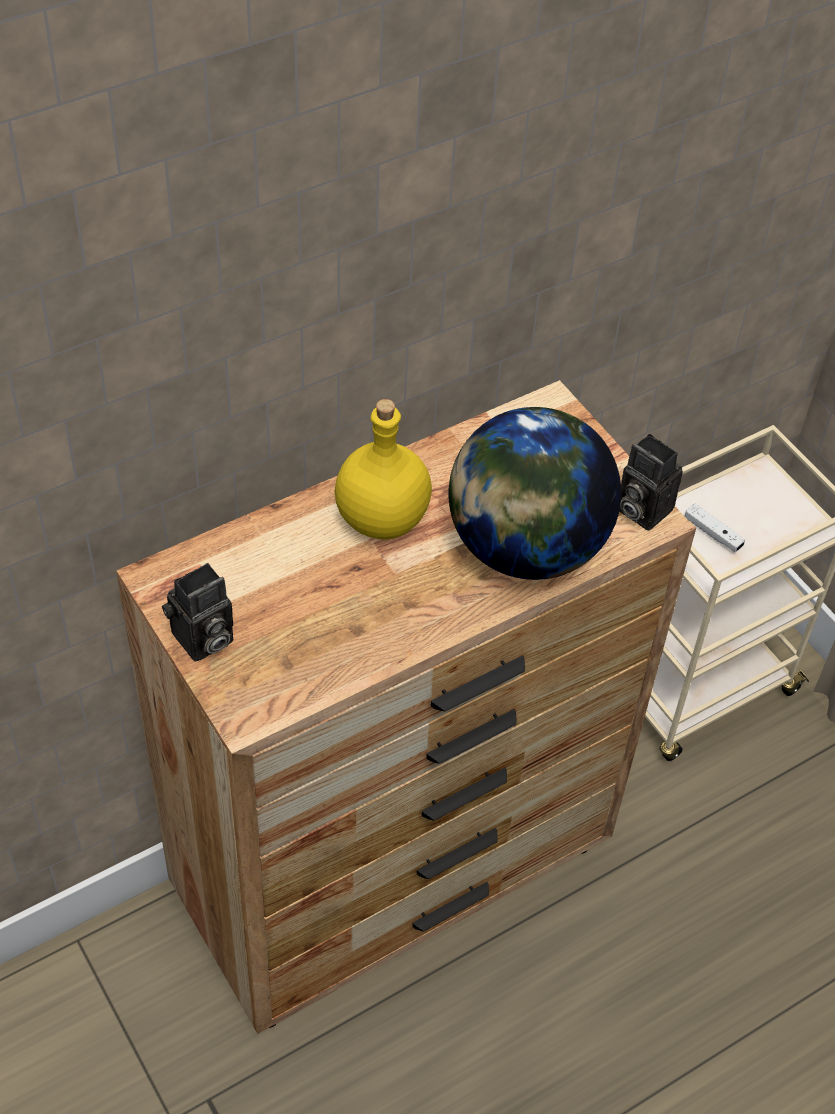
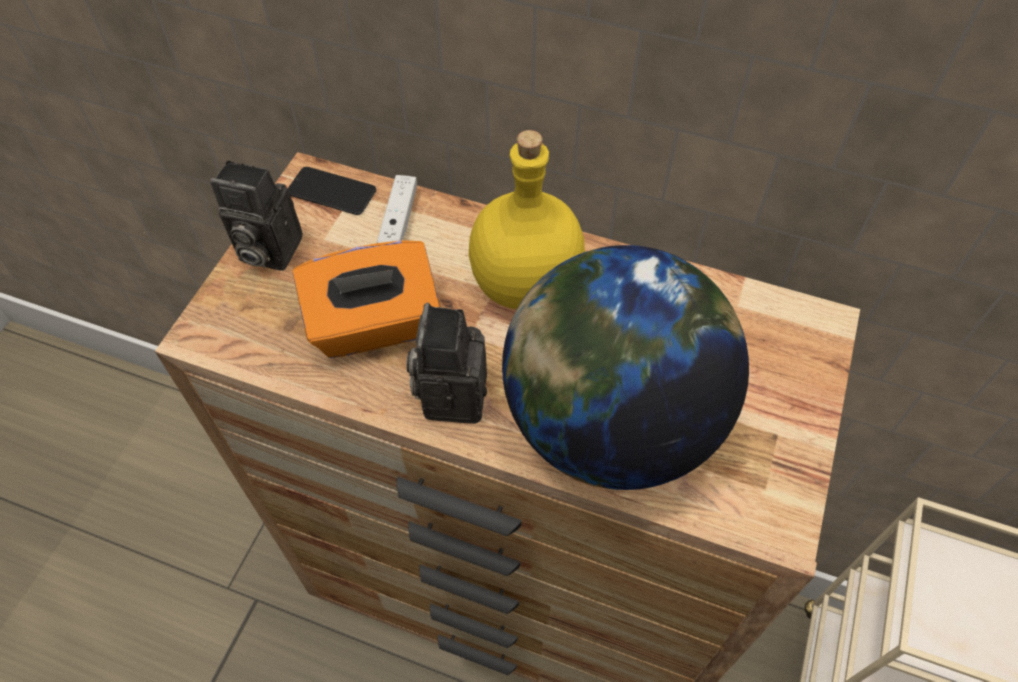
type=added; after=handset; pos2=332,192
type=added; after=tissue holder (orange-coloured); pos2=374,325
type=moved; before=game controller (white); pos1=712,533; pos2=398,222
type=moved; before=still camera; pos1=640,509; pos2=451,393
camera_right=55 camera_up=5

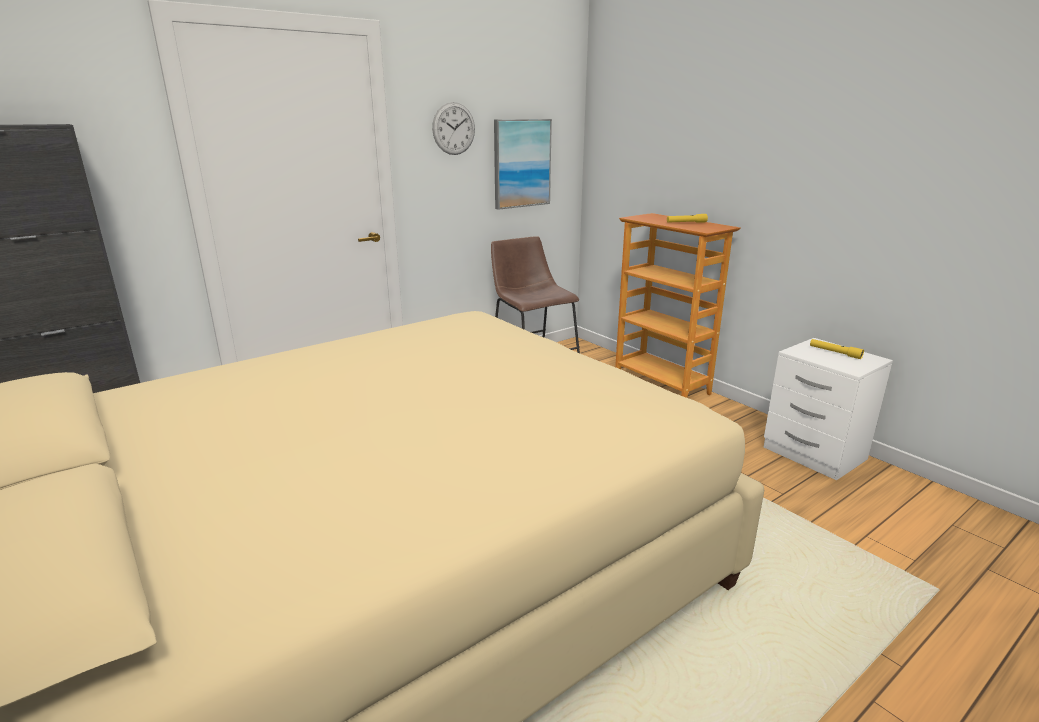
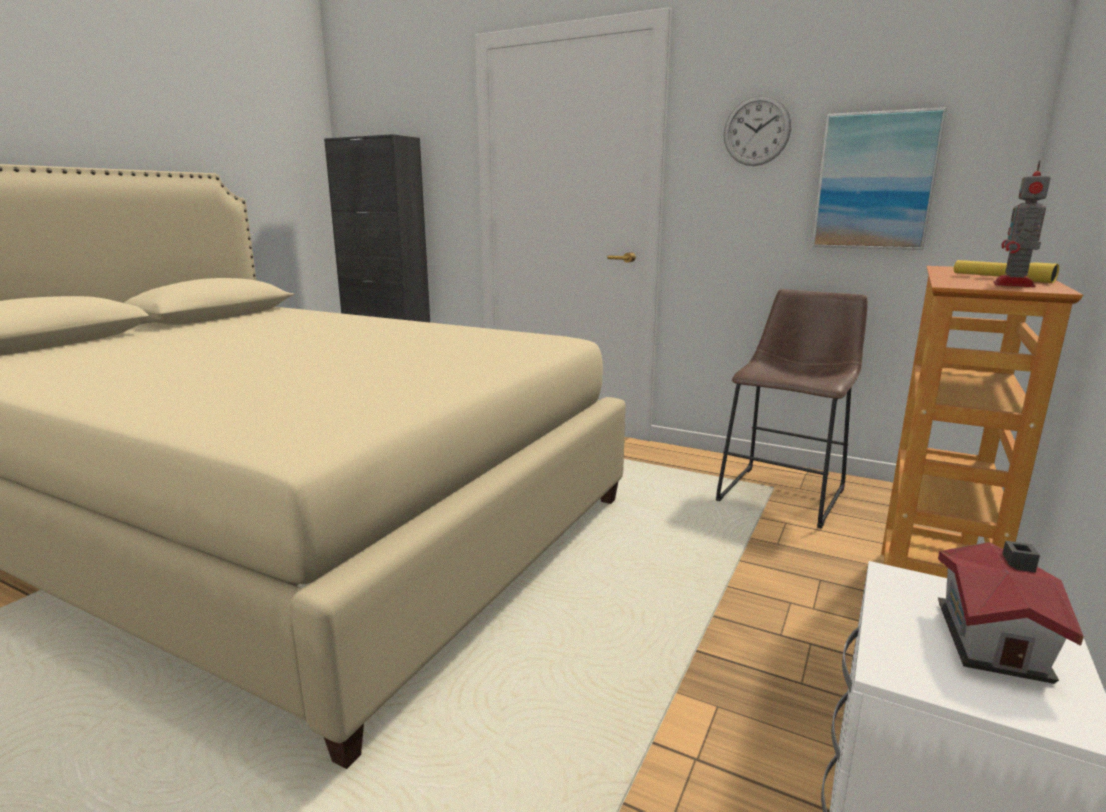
type=replaced; before=hand torch (yellow); after=miniature house; pos1=835,352; pos2=994,639
type=added; after=model robot; pos2=1013,285
camera_right=65 camera_up=-5

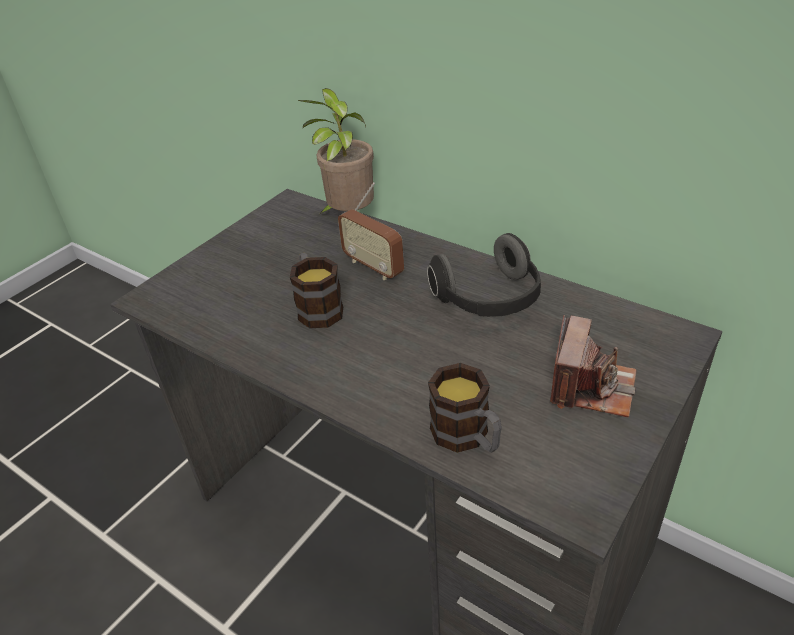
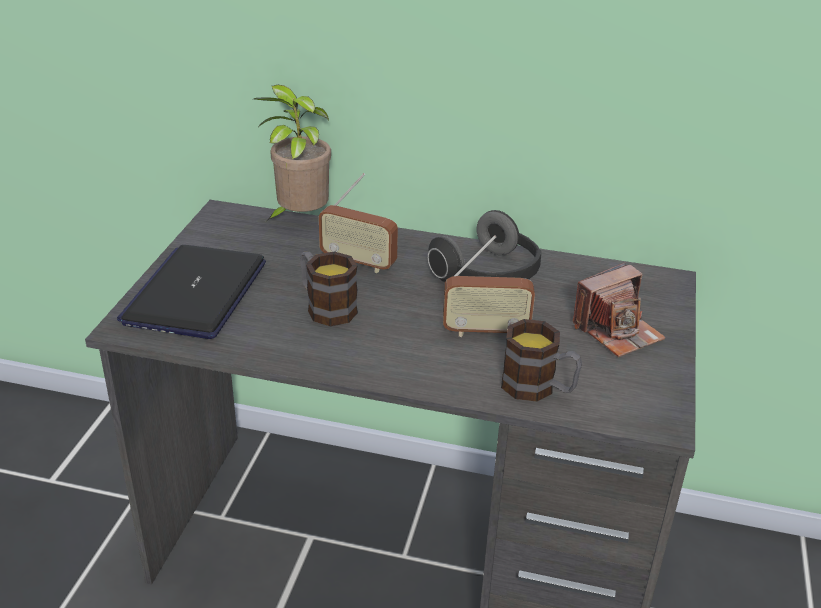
type=added; after=notebook computer; pos2=196,293
type=added; after=radio receiver; pos2=485,331
type=turned; before=still camera; pos1=591,387; pos2=617,331; turn=60
camera_right=-25 camera_up=-5

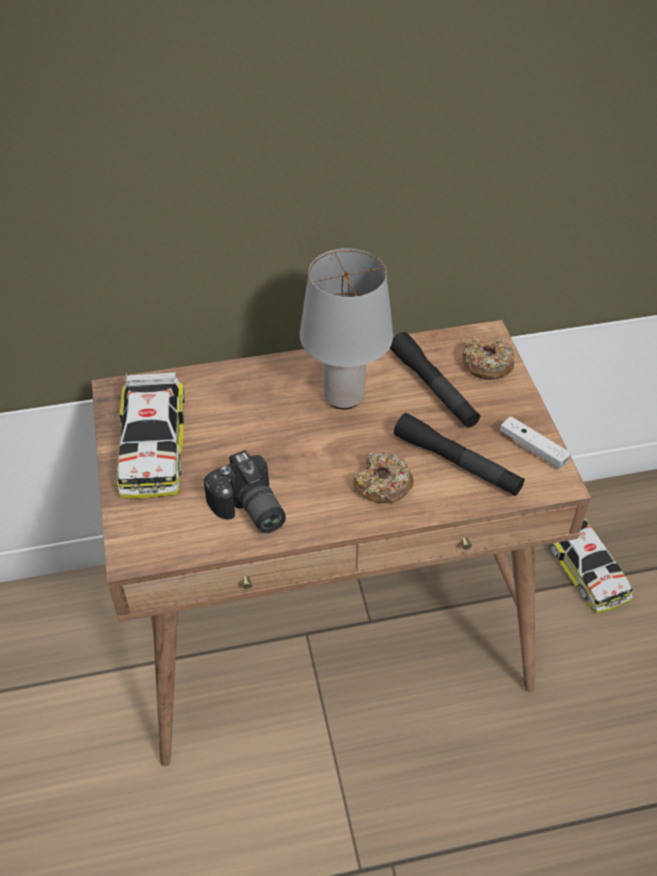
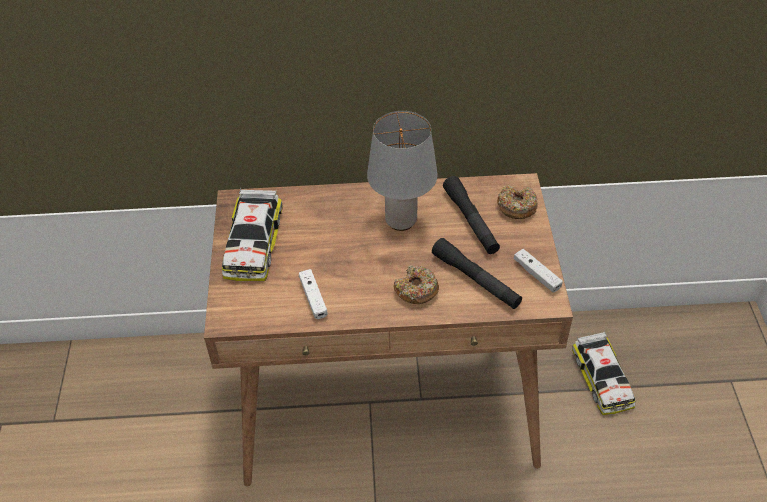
type=replaced; before=still camera; after=game controller (white); pos1=248,510; pos2=313,298
camera_right=10 camera_up=0

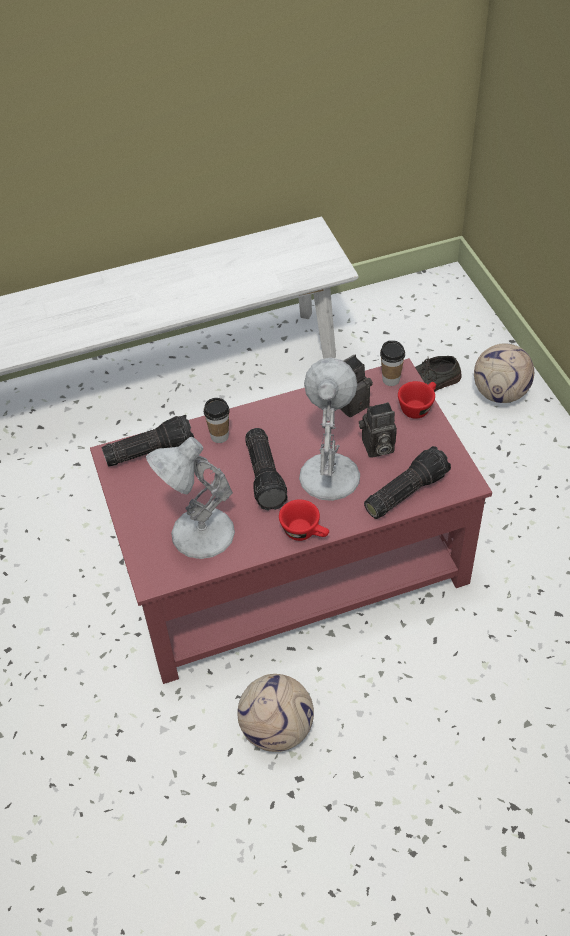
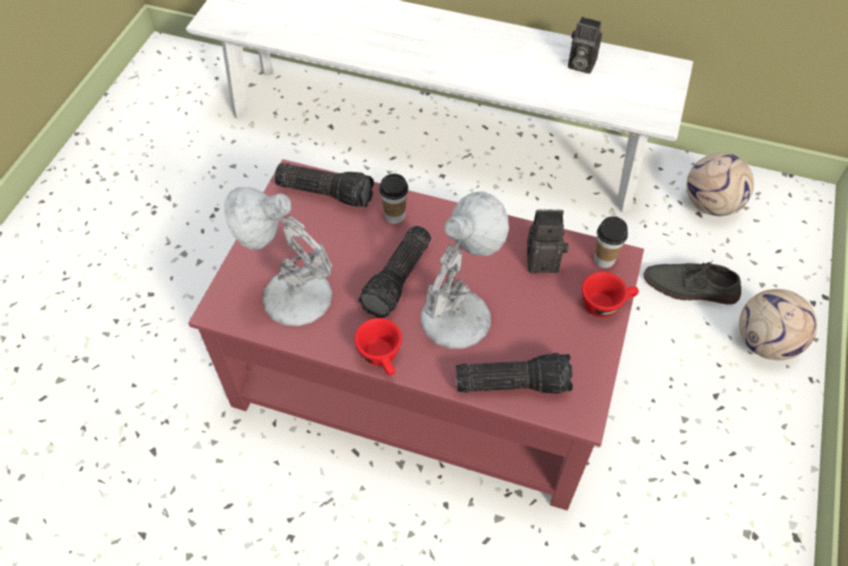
type=moved; before=still camera; pos1=377,448; pos2=579,64
type=moved; before=football ball; pos1=278,729; pos2=711,205
camera_right=35 camera_up=5

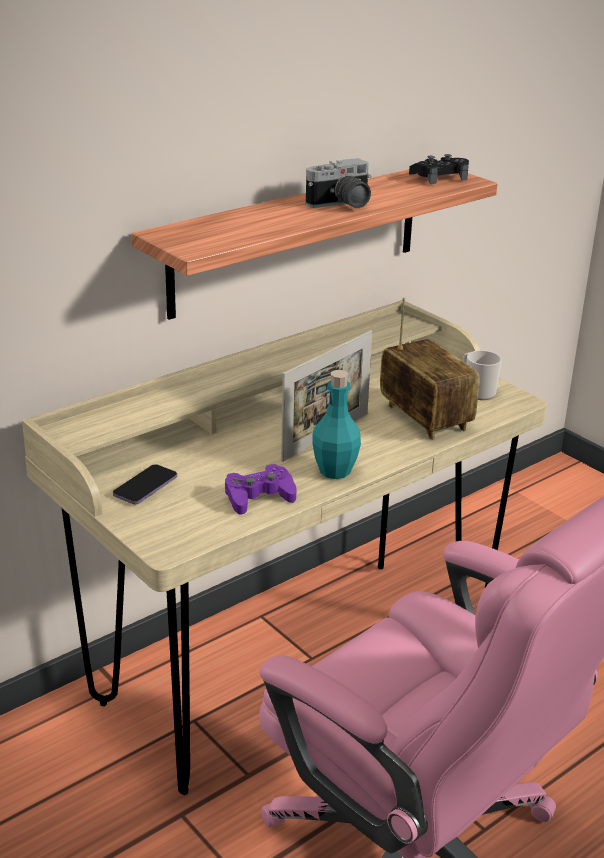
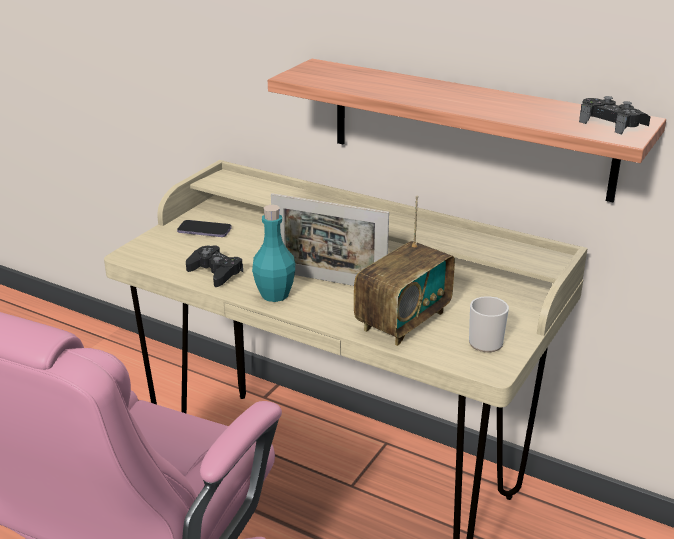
type=recoloured; before=game controller (purplish); after=game controller (black-coloured); pos1=259,496; pos2=215,272
type=removed; before=still camera; pos1=342,205
camera_right=70 camera_up=0

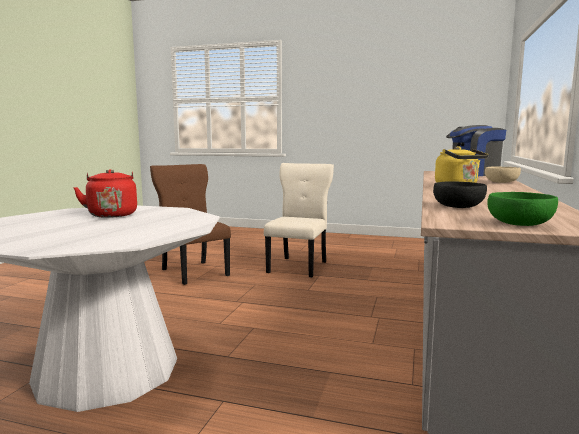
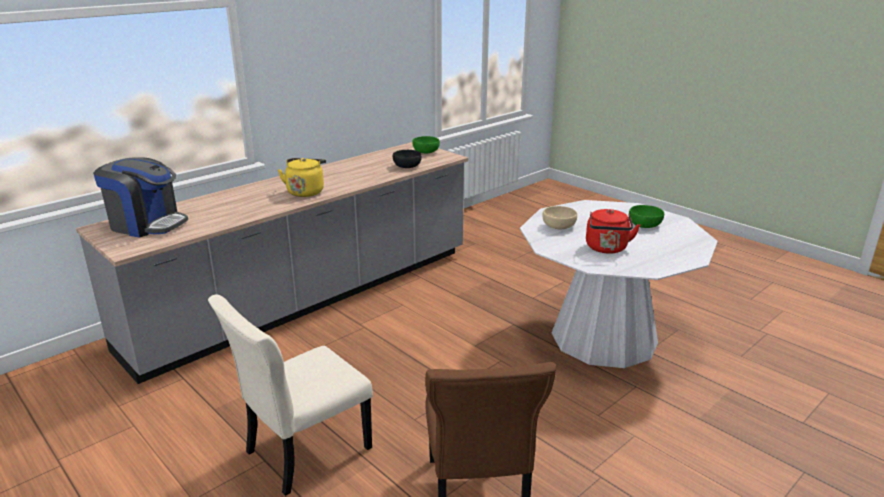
type=moved; before=bowl (beige); pos1=502,182; pos2=558,226
type=added; after=bowl (green-coloured); pos2=645,225
camera_right=-150 camera_up=15

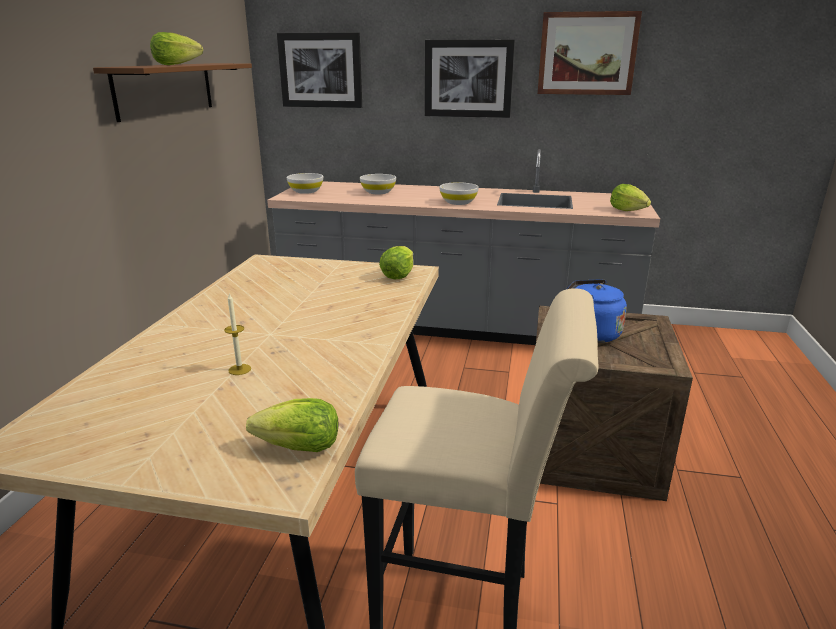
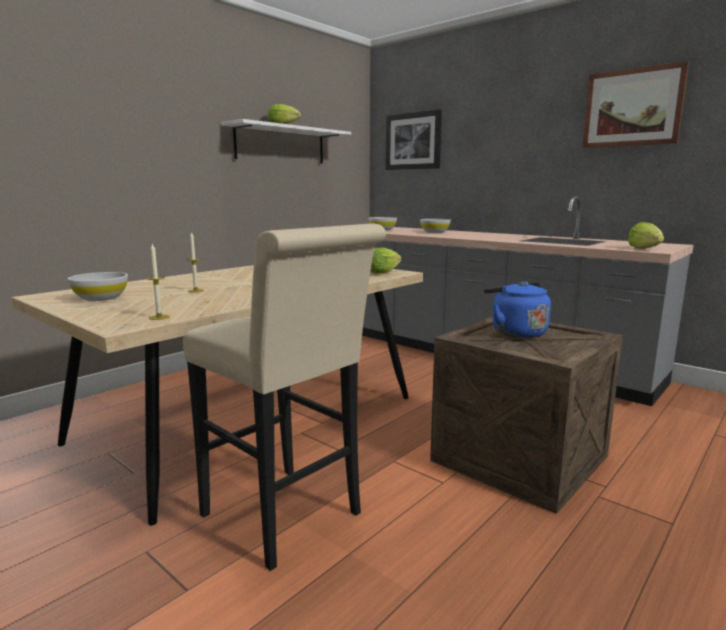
type=moved; before=bowl (white); pos1=458,202; pos2=101,298
type=replaced; before=lettuce; after=wax candle; pos1=300,448; pos2=159,317
type=recoloured; before=shelf (brown); after=shelf (white); pos1=165,89; pos2=281,145
type=removed; before=wall picture; pos1=468,79
camera_right=30 camera_up=-10

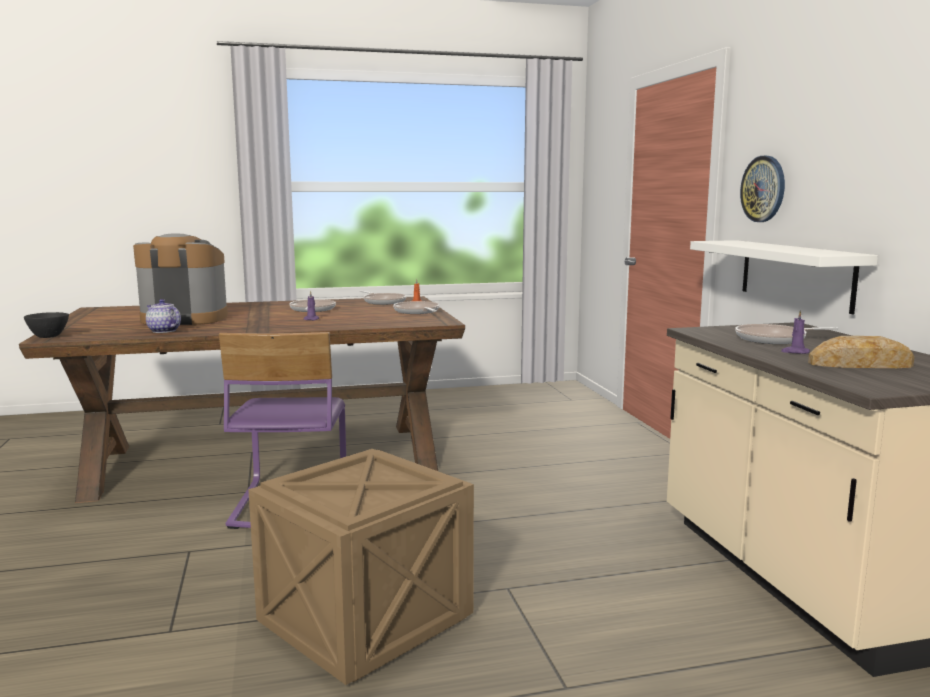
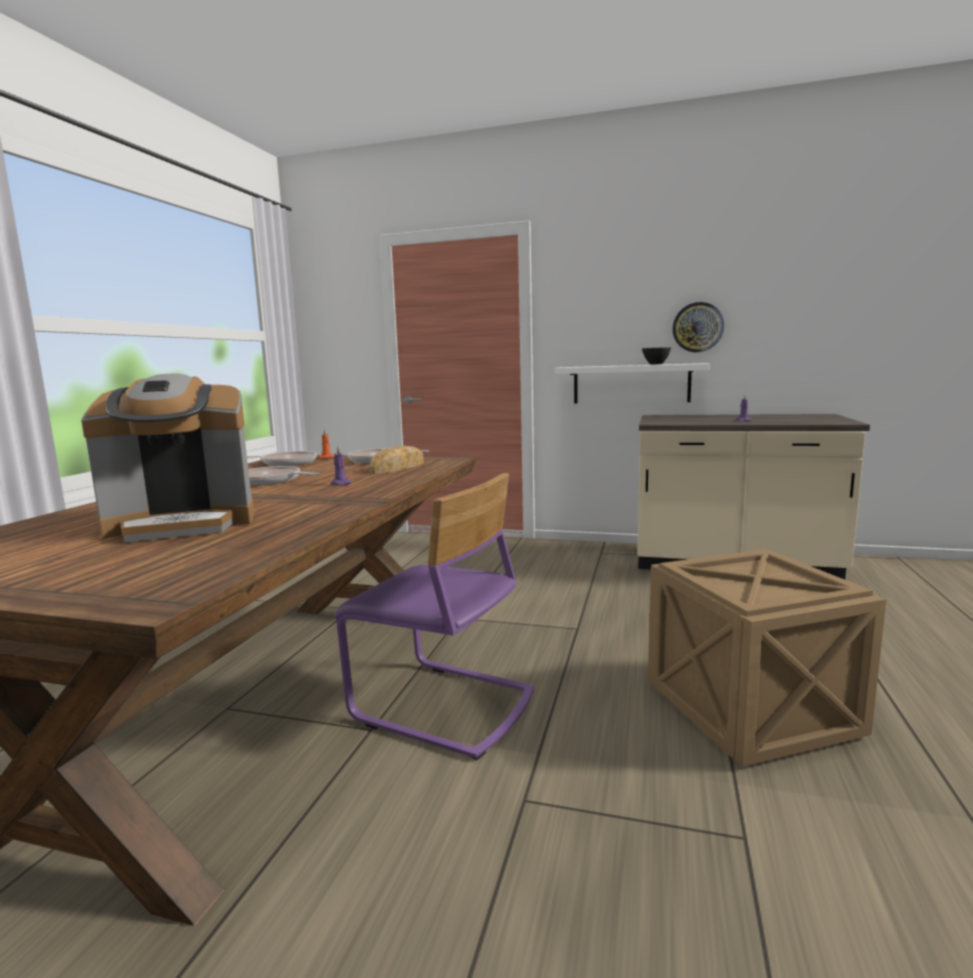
type=turned; before=coffee brewer; pos1=184,319; pos2=184,524; turn=-135
type=moved; before=bakery bread; pos1=860,364; pos2=397,468
type=moved; before=bowl (black-coloured); pos1=49,337; pos2=655,364
type=moved; before=wall clock; pos1=763,189; pos2=697,327
type=removed; before=teapot; pos1=163,331
type=removed; before=frying pan; pos1=774,339
camera_right=-60 camera_up=0

